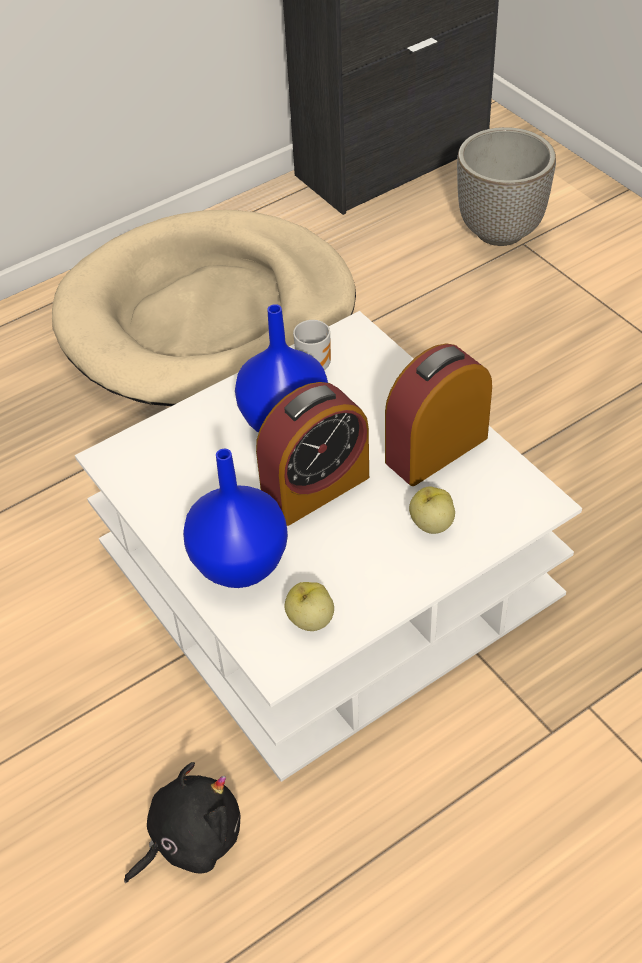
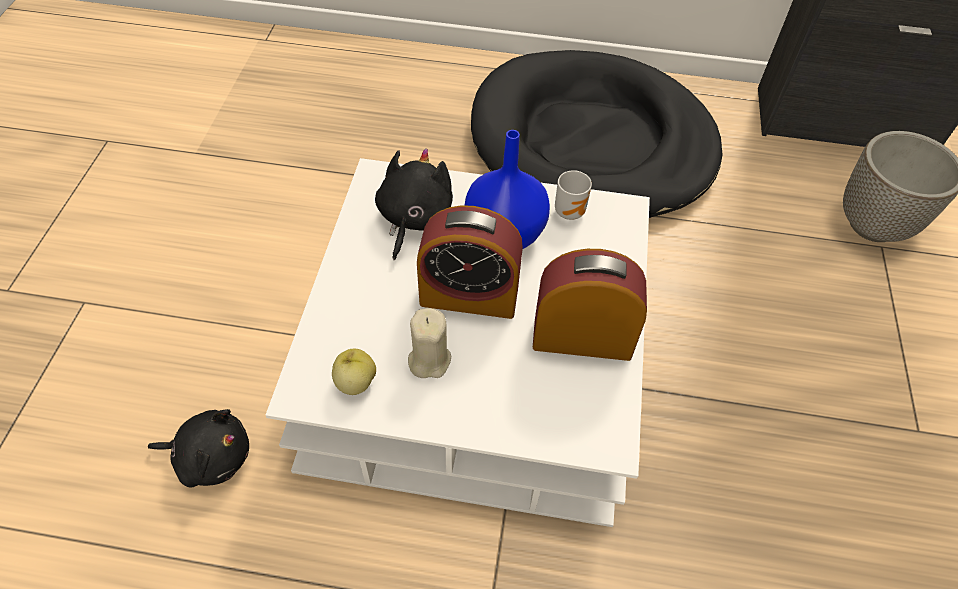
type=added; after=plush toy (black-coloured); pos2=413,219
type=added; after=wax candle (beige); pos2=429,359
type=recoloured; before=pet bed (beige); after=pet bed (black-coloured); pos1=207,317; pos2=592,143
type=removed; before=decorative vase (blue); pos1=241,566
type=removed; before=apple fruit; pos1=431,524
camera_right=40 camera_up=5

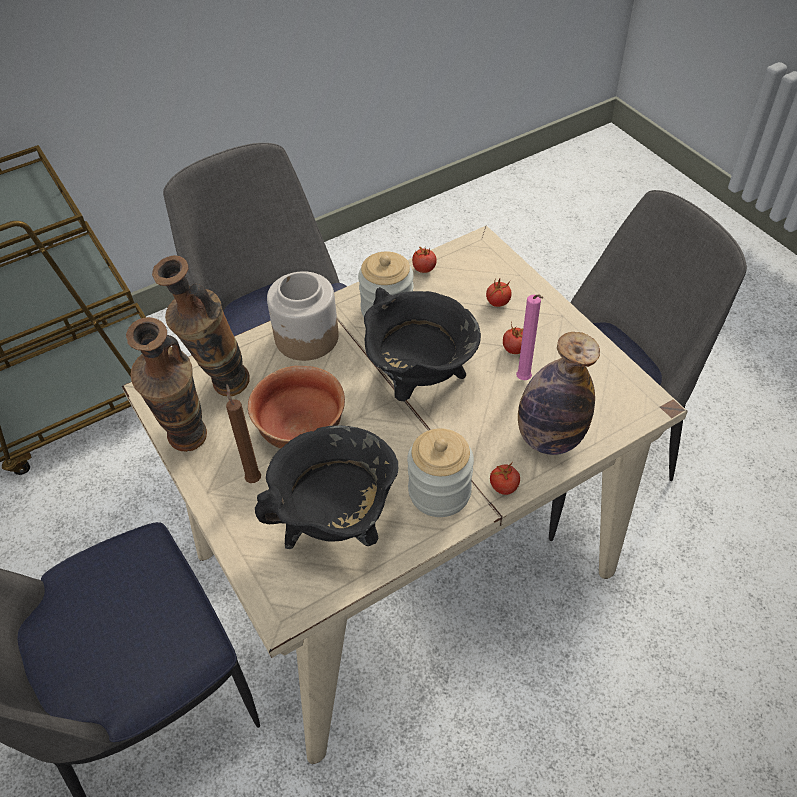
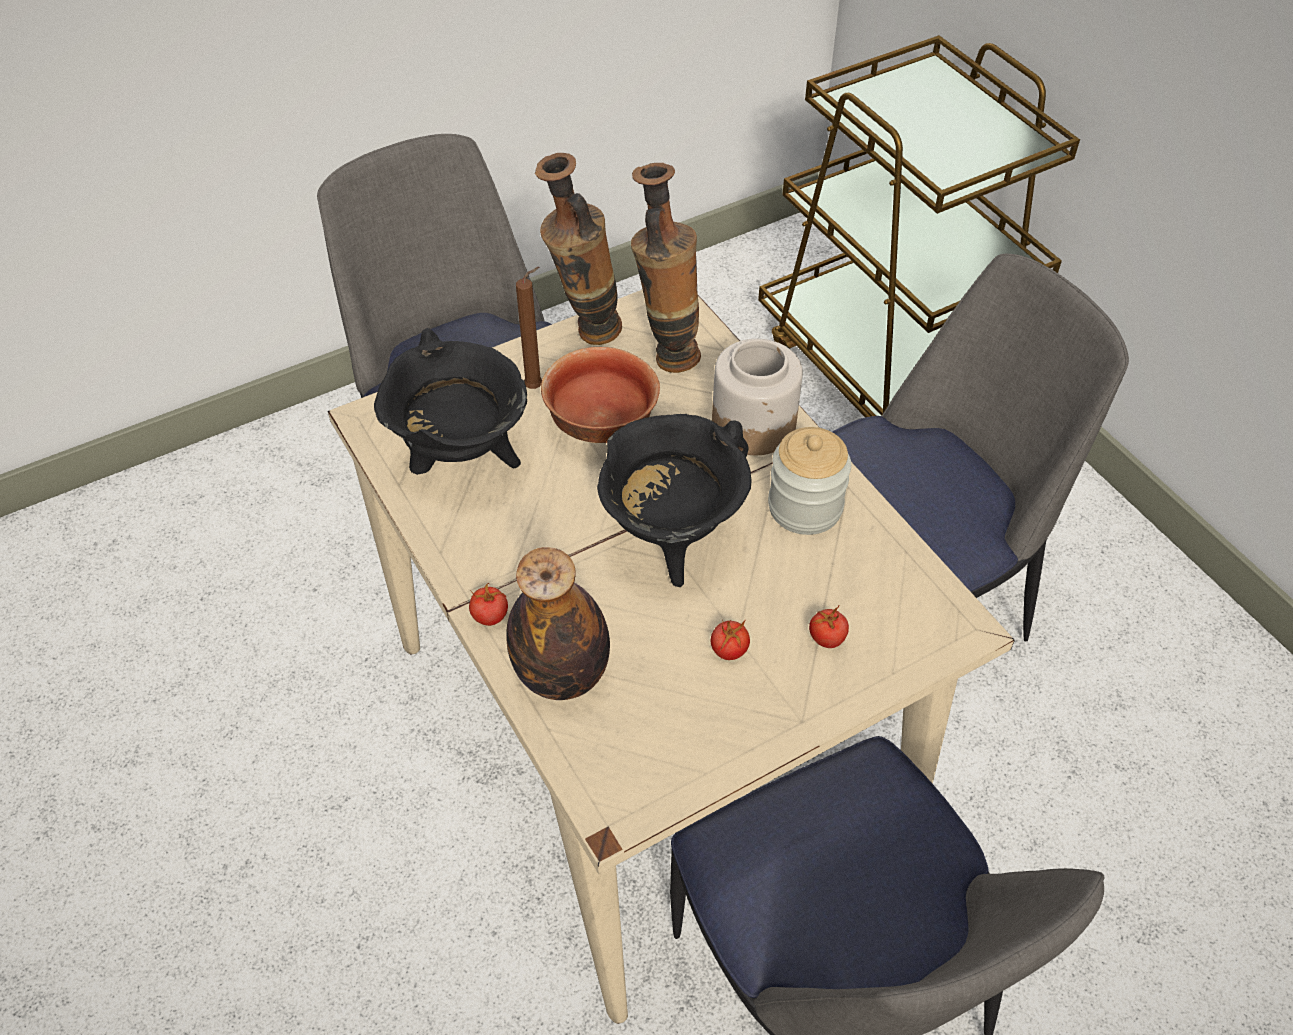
type=removed; before=preserve jar; pos1=439,492
type=removed; before=fresh tomato; pos1=424,269
type=removed; before=wax candle (pink); pos1=524,380
camera_right=90 camera_up=0

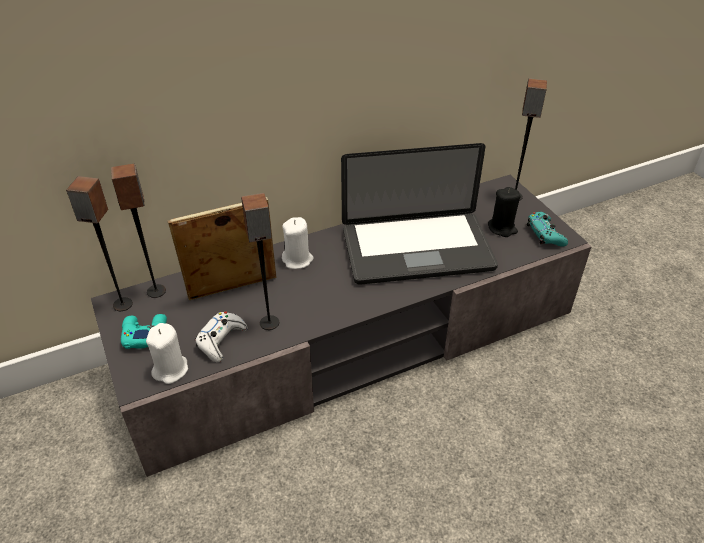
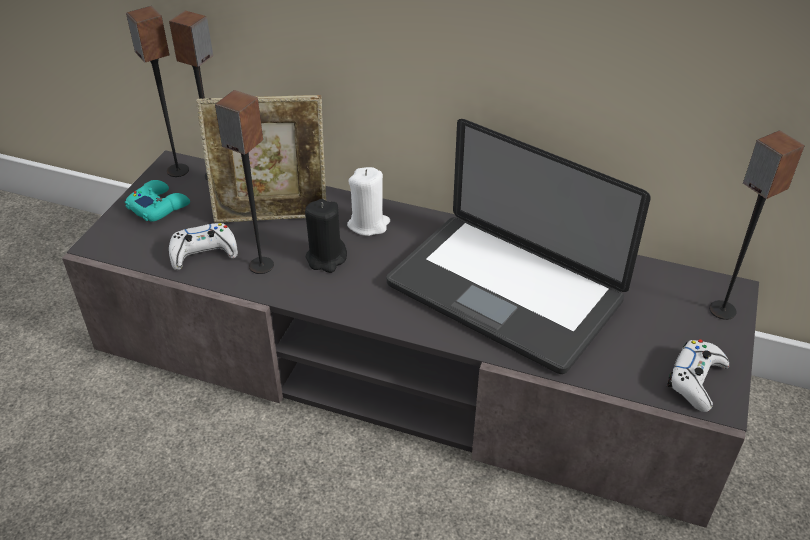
type=turned; before=picture frame; pos1=232,291; pos2=272,216; turn=150
type=moved; before=wax candle (black-coloured); pos1=502,228; pos2=326,258
type=recoloured; before=game controller (blue-green); after=game controller (white); pos1=545,234; pos2=696,380
type=removed; before=wax candle (white); pos1=171,369
camera_right=45 camera_up=0

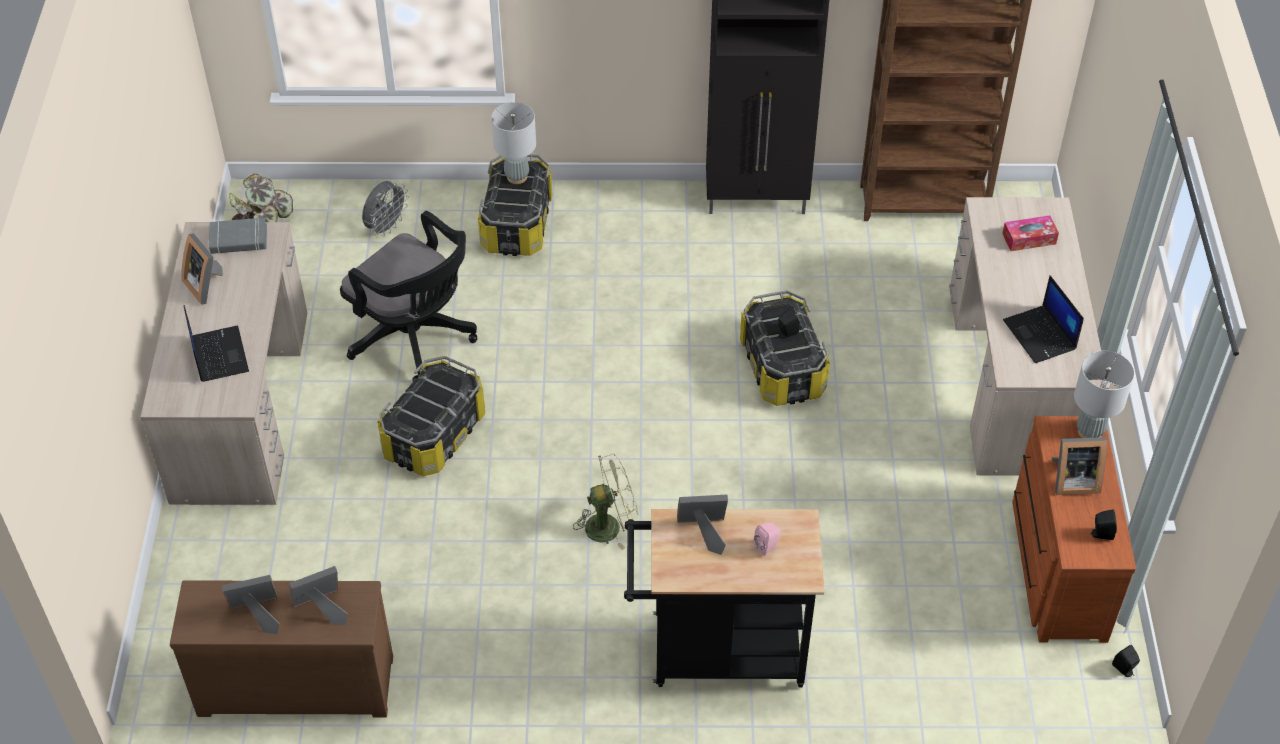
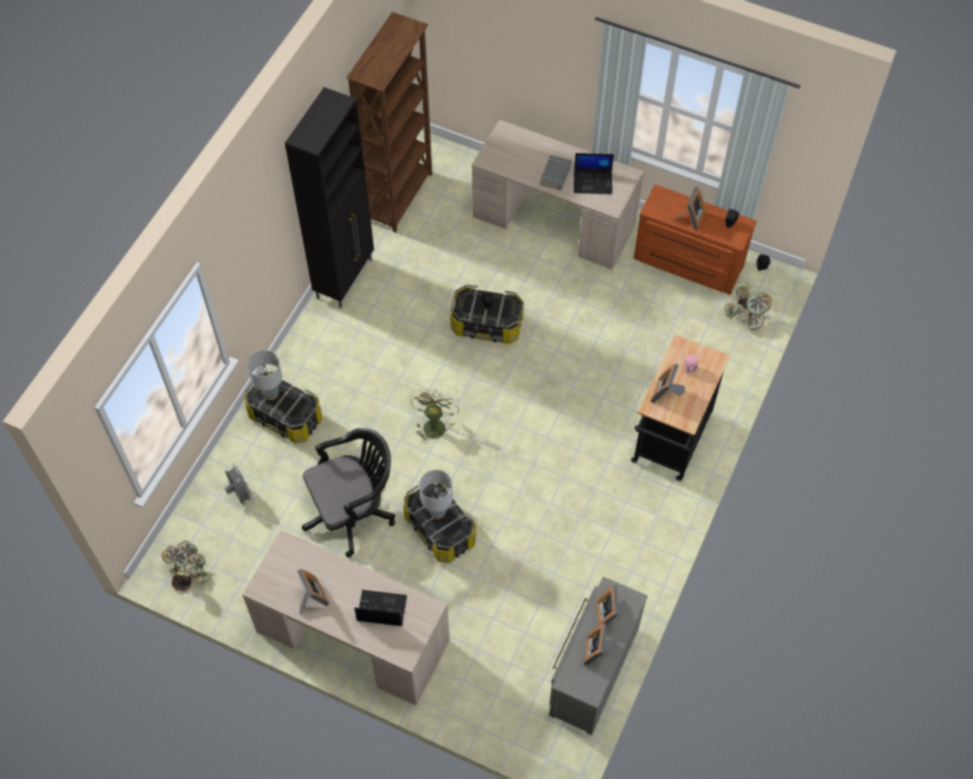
type=turned; before=picture frame; pos1=206,285; pos2=312,598; turn=-105
type=moved; before=cooling fan (green-coloured); pos1=610,525; pos2=434,424
type=moved; before=tabletop lamp (gray); pos1=1089,432; pos2=437,512
type=moved; before=volume (gray); pos1=238,240; pos2=555,174
type=recoloured; before=drawer chest (brown); after=drawer chest (gray); pos1=296,681; pos2=591,670
type=added; after=plant in a pot; pos2=746,315
type=removed; before=tissue holder; pos1=1029,239
camera_right=-65 camera_up=10

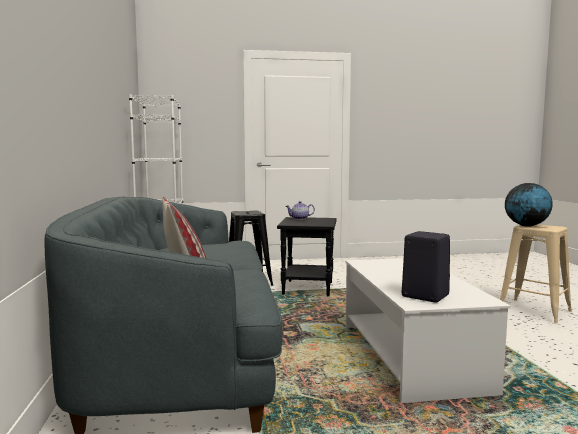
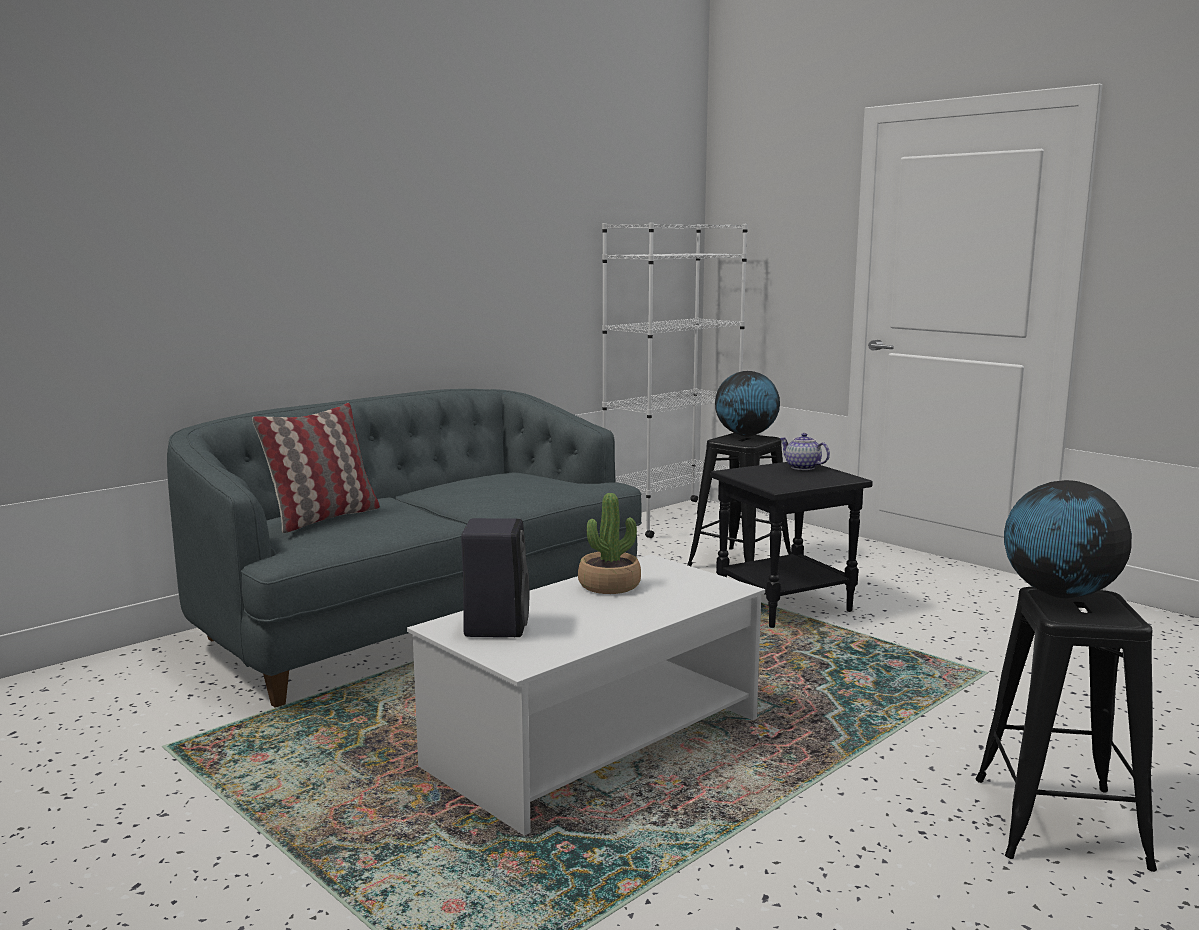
type=added; after=plant in a pot; pos2=609,585
type=added; after=globe; pos2=746,435
type=recoloured; before=stool (beige); after=stool (black-coloured); pos1=533,311; pos2=1058,821
camera_right=55 camera_up=5

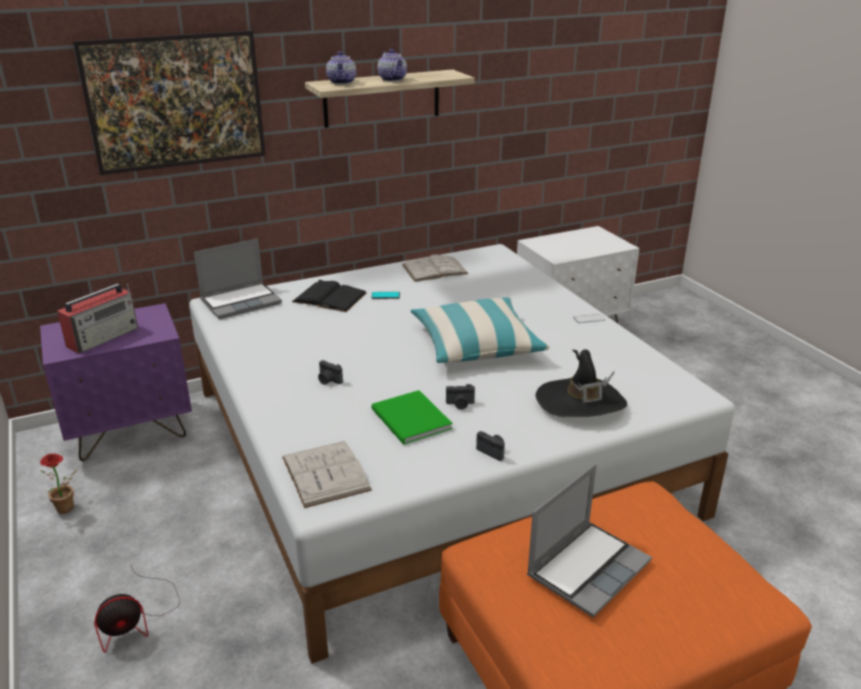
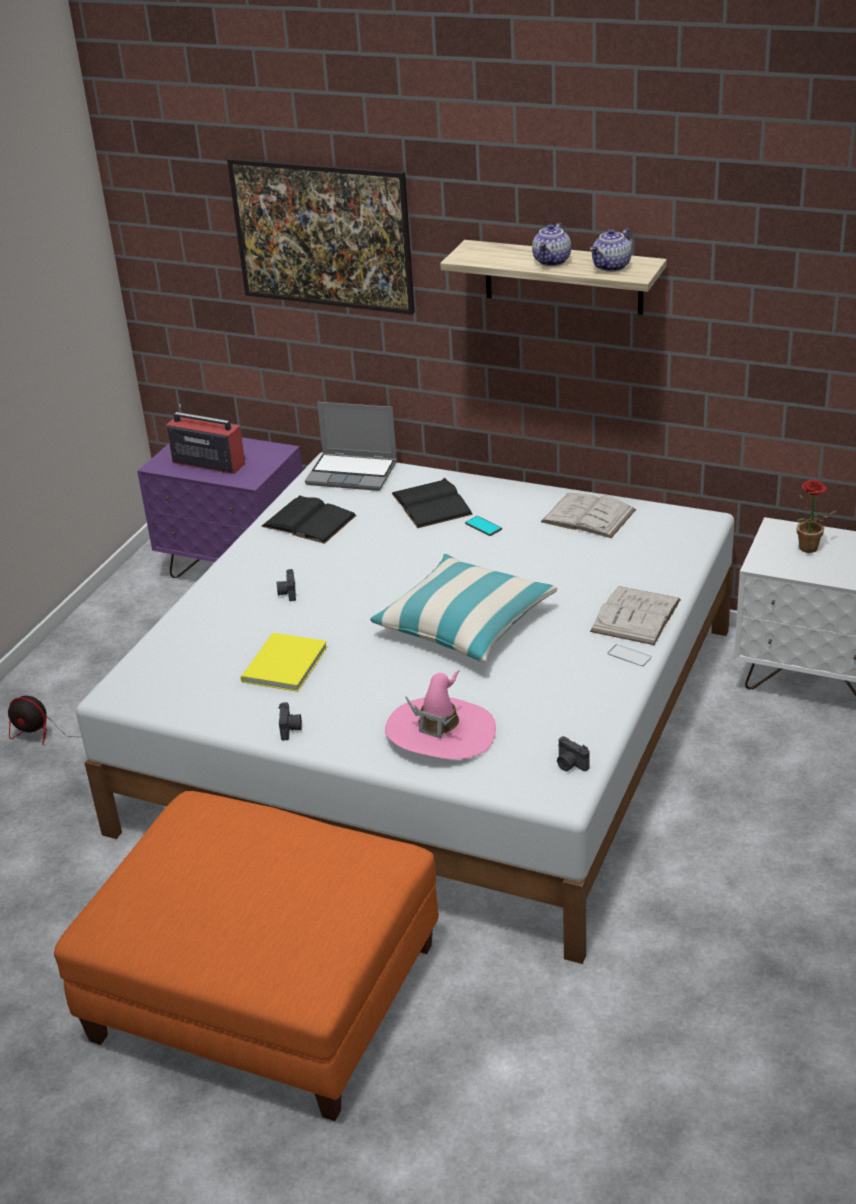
type=turned; before=radio receiver; pos1=104,337; pos2=208,462; turn=-150
type=recoloured; before=volume (green-coloured); after=volume (yellow); pos1=410,421; pos2=282,665
type=added; after=volume (black-coloured); pos2=309,521
type=recoloured; before=clothing hat (black-coloured); after=clothing hat (pink); pos1=580,402; pos2=440,733
type=moved; before=still camera; pos1=460,404; pos2=570,765
type=moved; before=teapot; pos1=342,82; pos2=612,267
type=moved; before=volume (white); pos1=325,473; pos2=635,615
type=moved; before=plant in a pot; pos1=67,510; pos2=809,550
type=removed; before=notebook computer; pos1=588,567
camera_right=50 camera_up=5

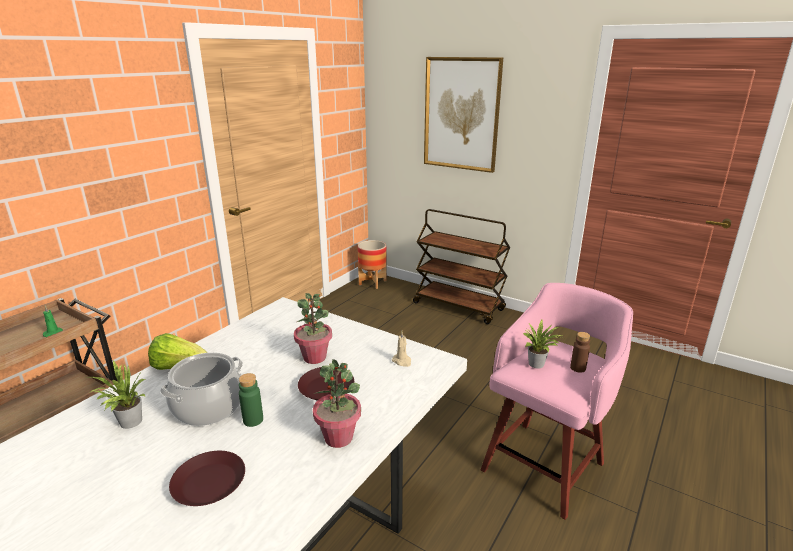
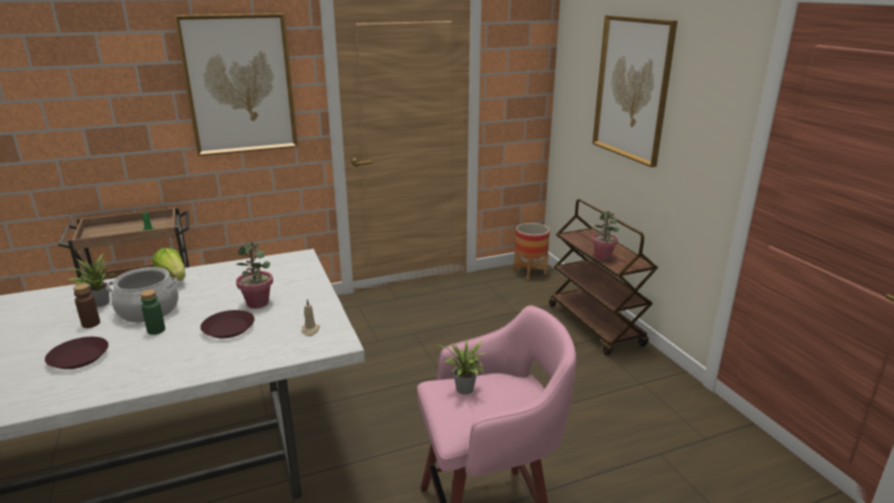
type=moved; before=beverage bottle (brown); pos1=578,368; pos2=91,324
type=added; after=wall picture; pos2=239,85
type=moved; before=plant in a pot; pos1=339,437; pos2=602,256
camera_right=35 camera_up=0

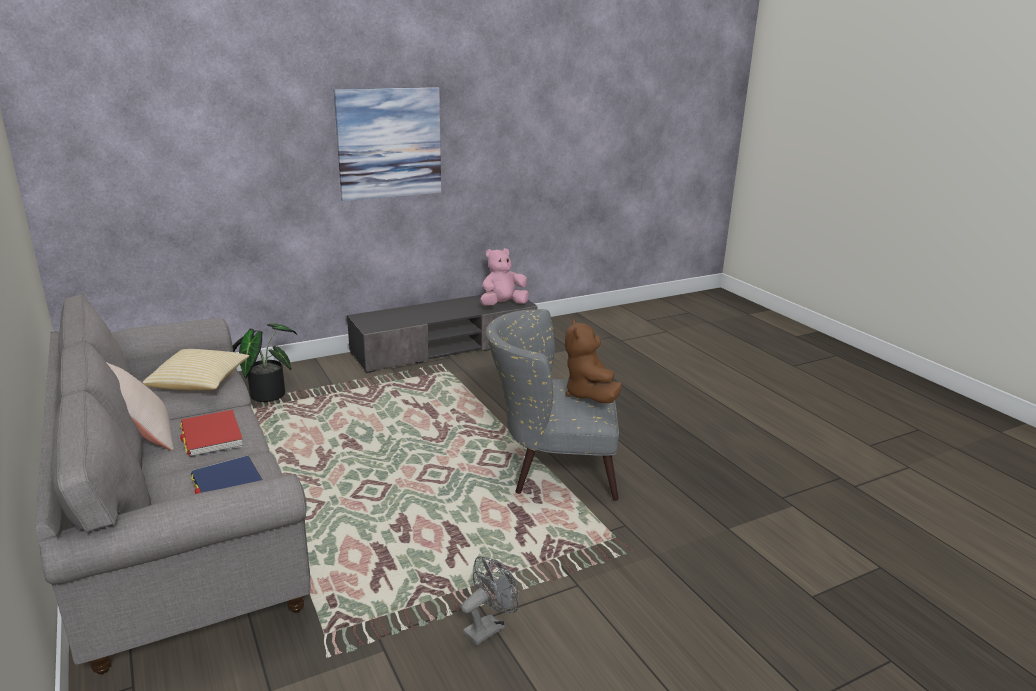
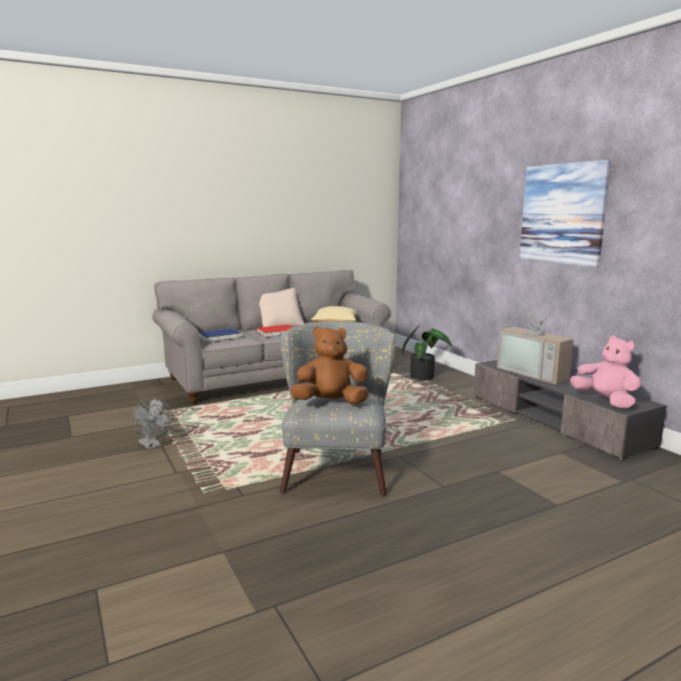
type=added; after=television; pos2=535,373
camera_right=90 camera_up=-10

